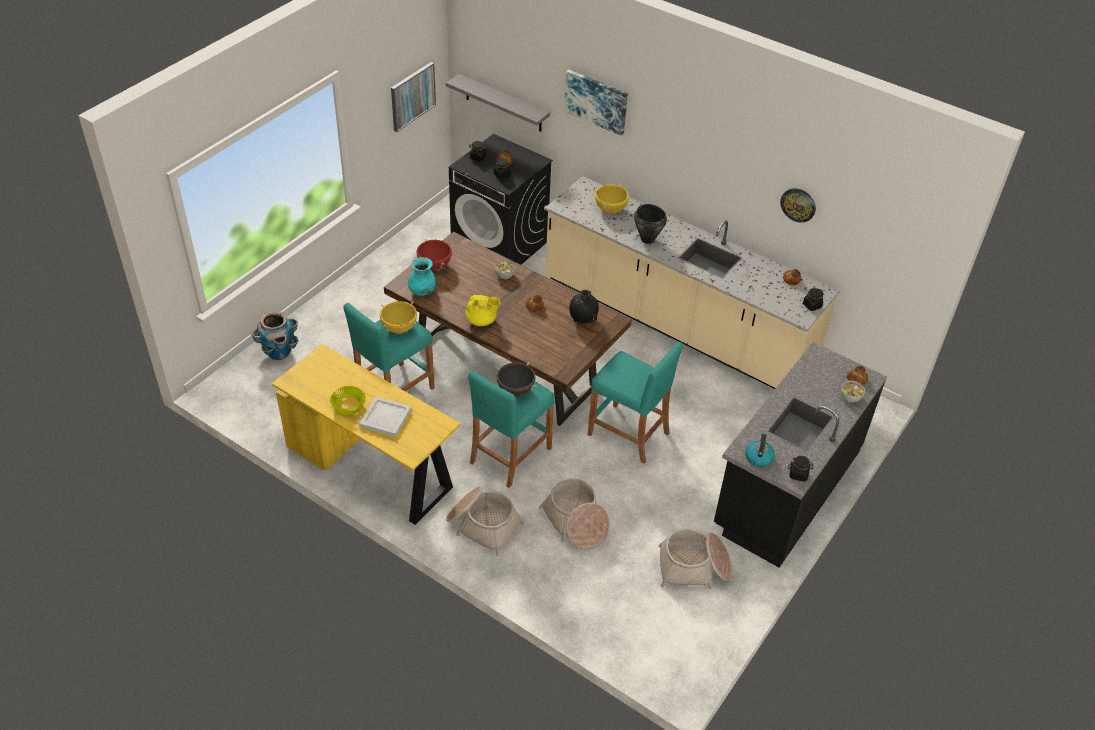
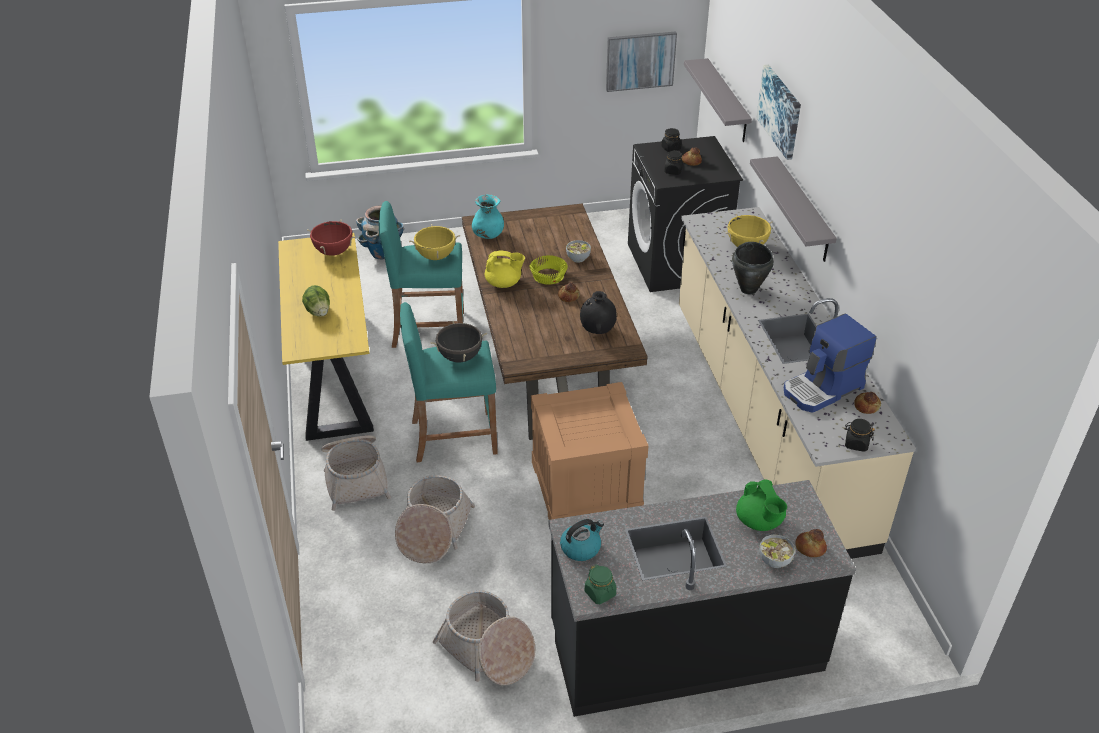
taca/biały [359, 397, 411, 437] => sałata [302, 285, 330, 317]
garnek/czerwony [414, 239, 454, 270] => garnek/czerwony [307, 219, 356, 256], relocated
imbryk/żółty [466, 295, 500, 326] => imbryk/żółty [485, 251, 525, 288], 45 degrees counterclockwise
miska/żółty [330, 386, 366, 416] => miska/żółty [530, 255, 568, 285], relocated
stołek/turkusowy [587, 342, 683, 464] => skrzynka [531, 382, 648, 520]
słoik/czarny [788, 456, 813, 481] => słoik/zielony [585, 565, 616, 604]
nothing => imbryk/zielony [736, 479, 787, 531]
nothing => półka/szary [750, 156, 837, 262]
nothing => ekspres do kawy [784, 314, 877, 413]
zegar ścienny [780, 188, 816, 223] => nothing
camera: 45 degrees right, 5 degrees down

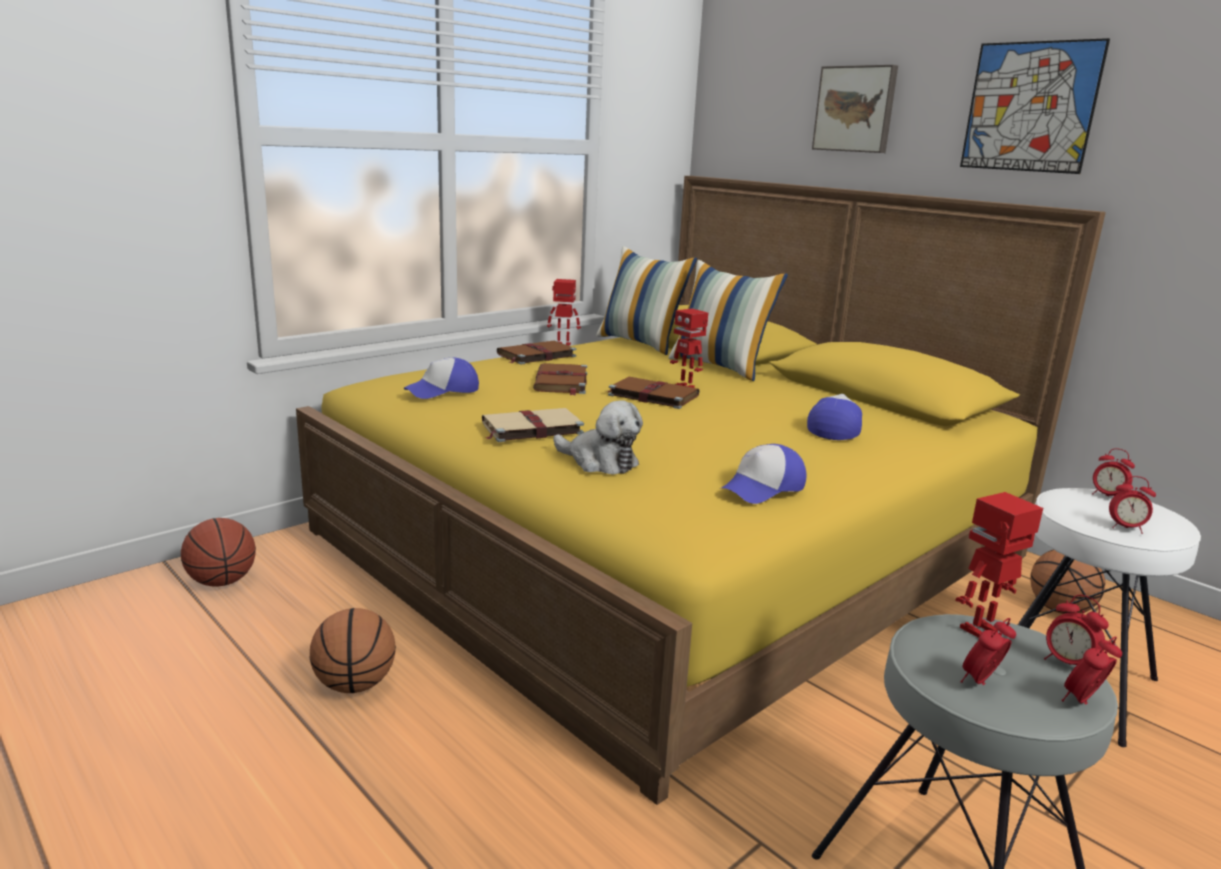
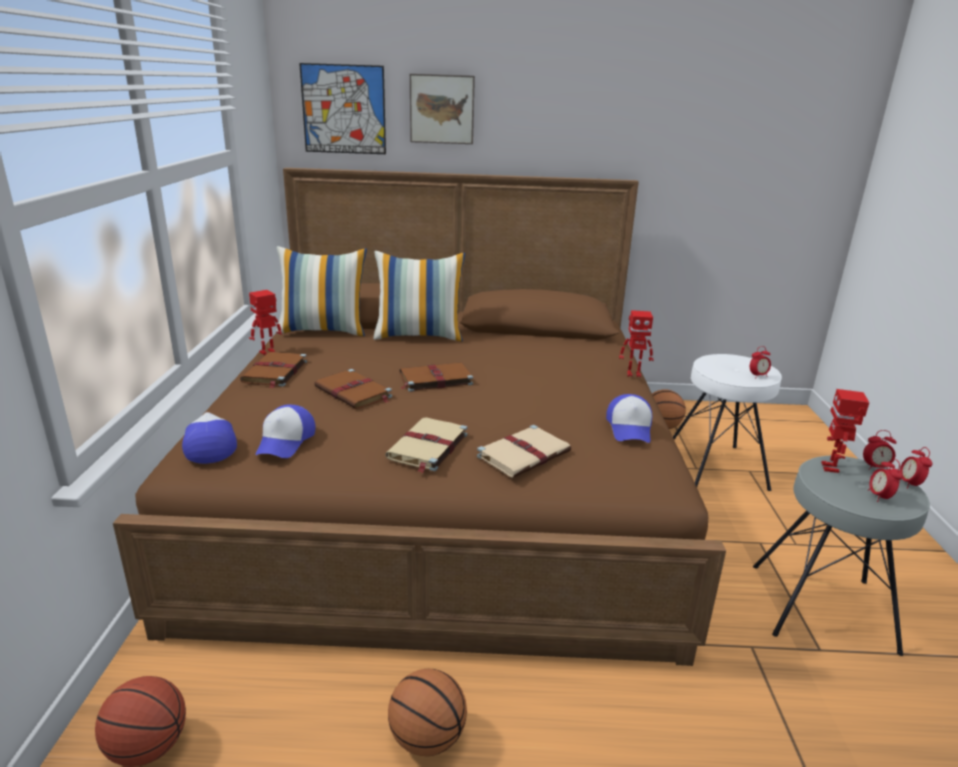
łóżko/żółty [296, 176, 1106, 805] => łóżko/brązowy [113, 168, 726, 666]
czapka z daszkiem [807, 394, 862, 440] => czapka z daszkiem [182, 412, 237, 464], relocated
obraz [960, 38, 1110, 174] => obraz [299, 63, 386, 154], relocated
pluszak [553, 400, 643, 474] => książka/beżowy [477, 425, 571, 478]
robot zabawkowy [670, 309, 708, 388] => robot zabawkowy [619, 310, 654, 377], relocated
budzik [1092, 448, 1135, 496] => nothing
camera: 45 degrees left, 5 degrees up

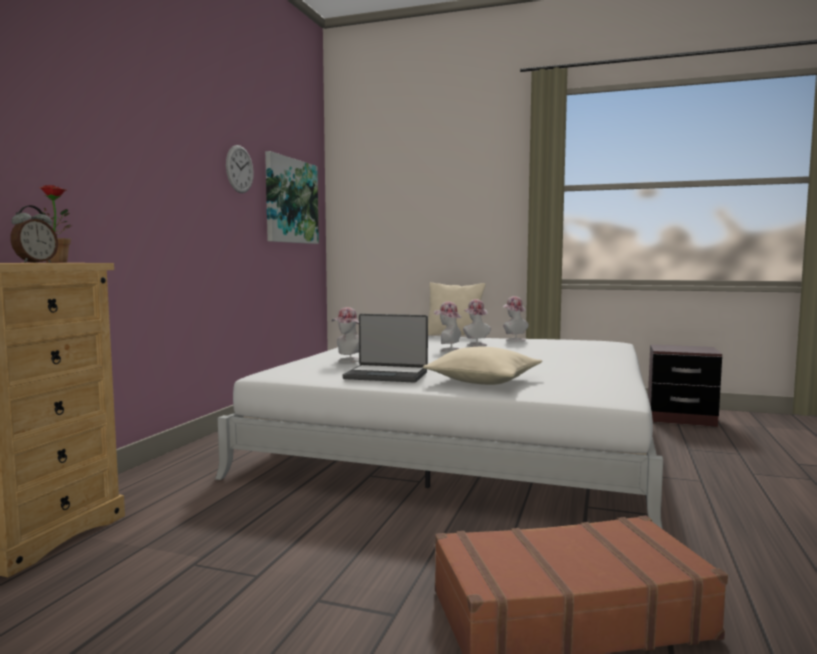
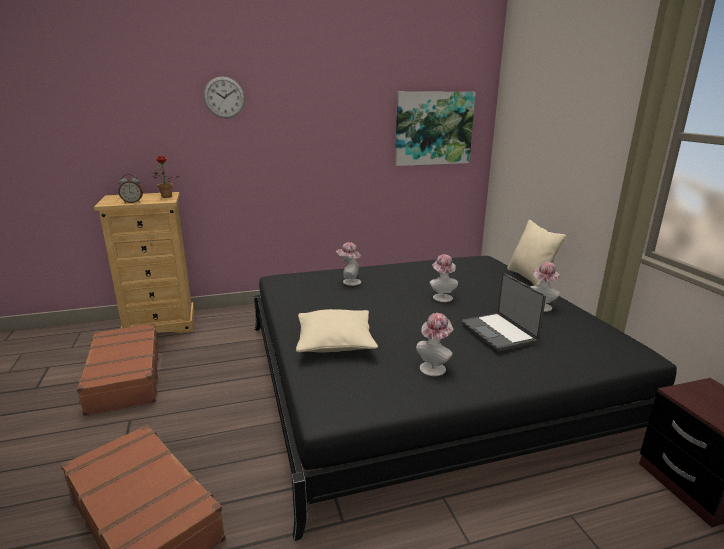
nothing => walizka/brązowy [77, 323, 159, 416]
zegar ścienny [226, 145, 254, 193] => zegar ścienny [204, 76, 245, 118], relocated
łóżko/biały [215, 336, 663, 529] => łóżko/czarny [254, 256, 677, 541]
kapelusz [463, 299, 491, 347] => kapelusz [416, 313, 453, 376], relocated
laptop [343, 314, 428, 383] => laptop [461, 273, 546, 351], relocated
camera: 55 degrees right, 15 degrees up

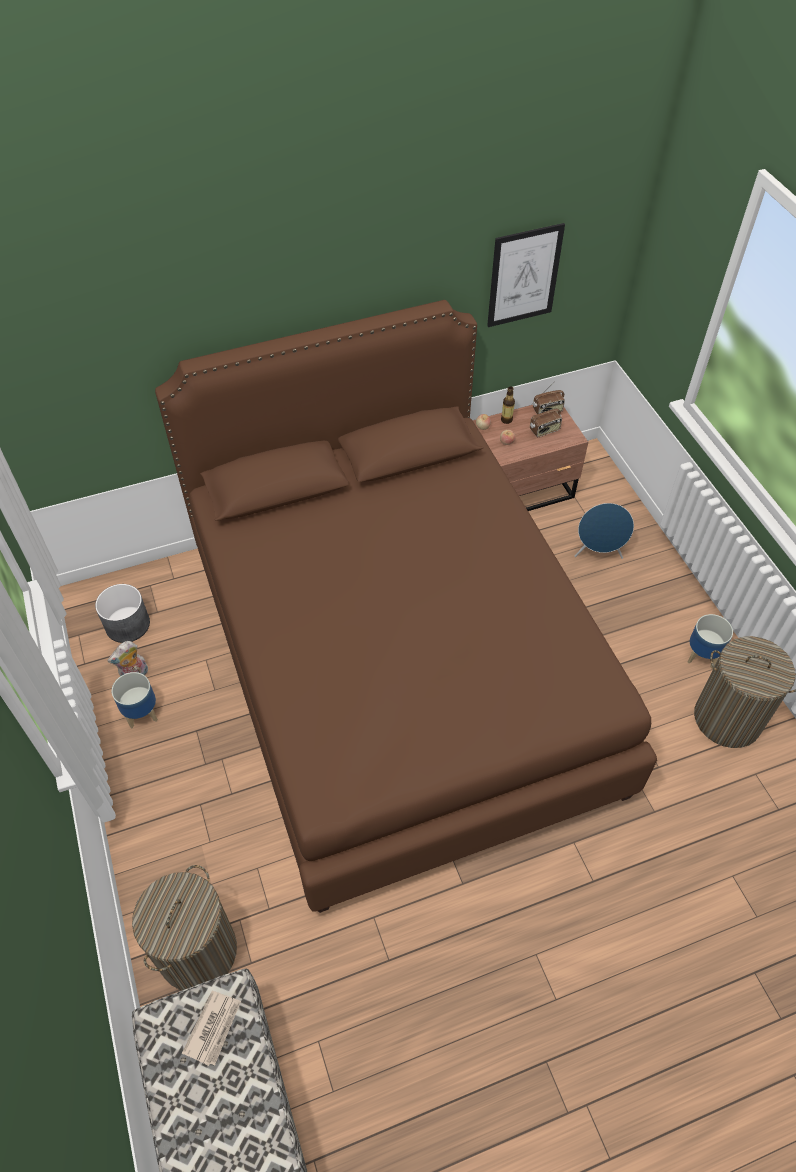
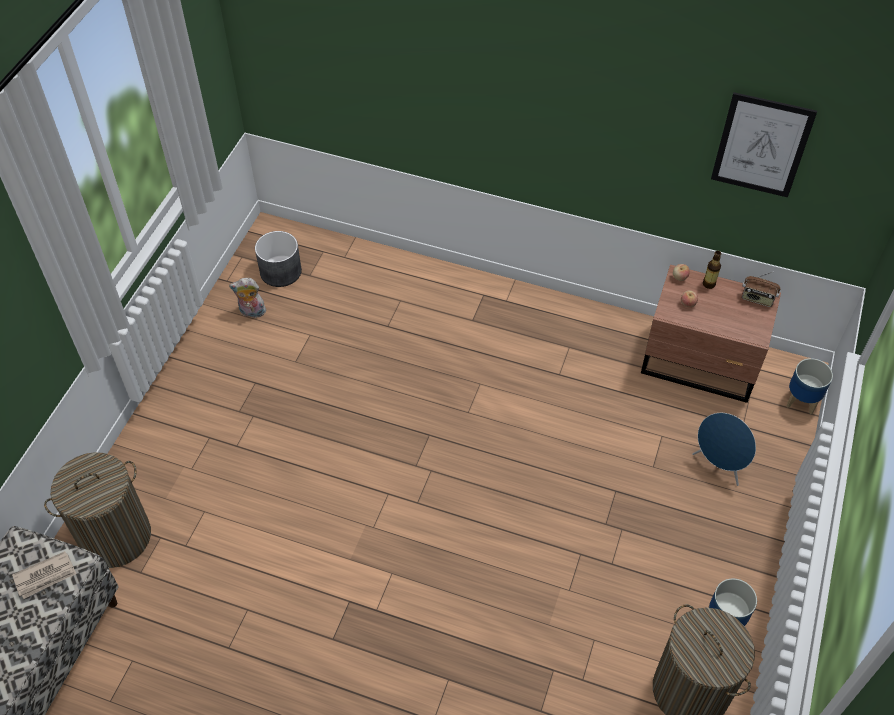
donica [112, 672, 158, 728] => donica [786, 358, 833, 415], relocated
łóżko/brązowy [155, 300, 657, 913] => nothing
radio [530, 401, 562, 437] => nothing
camera: 40 degrees right, 0 degrees up

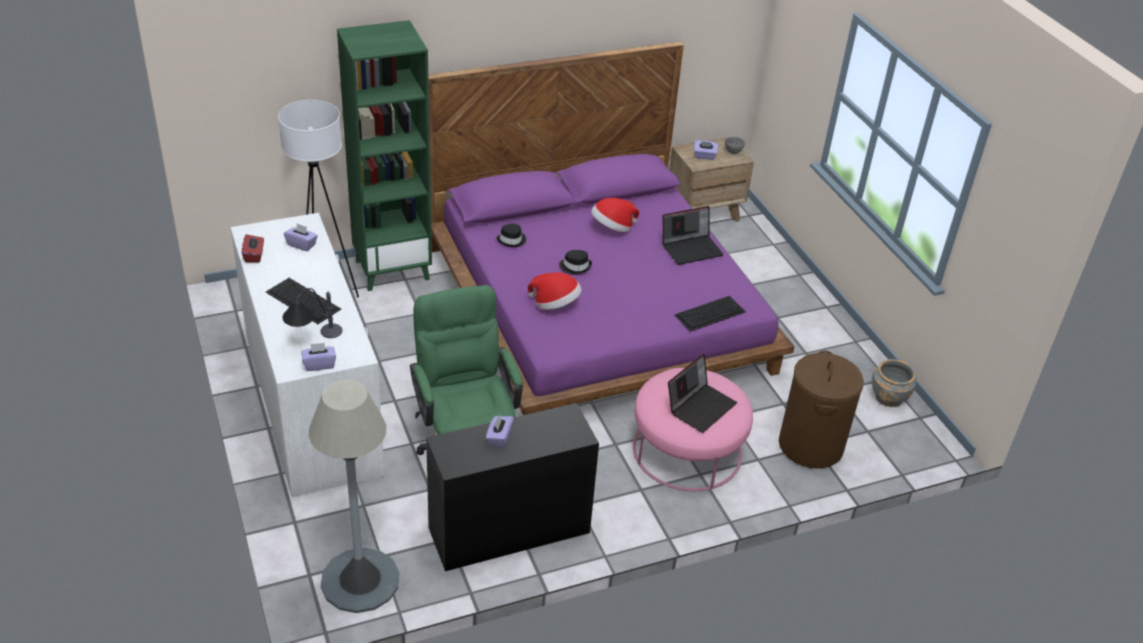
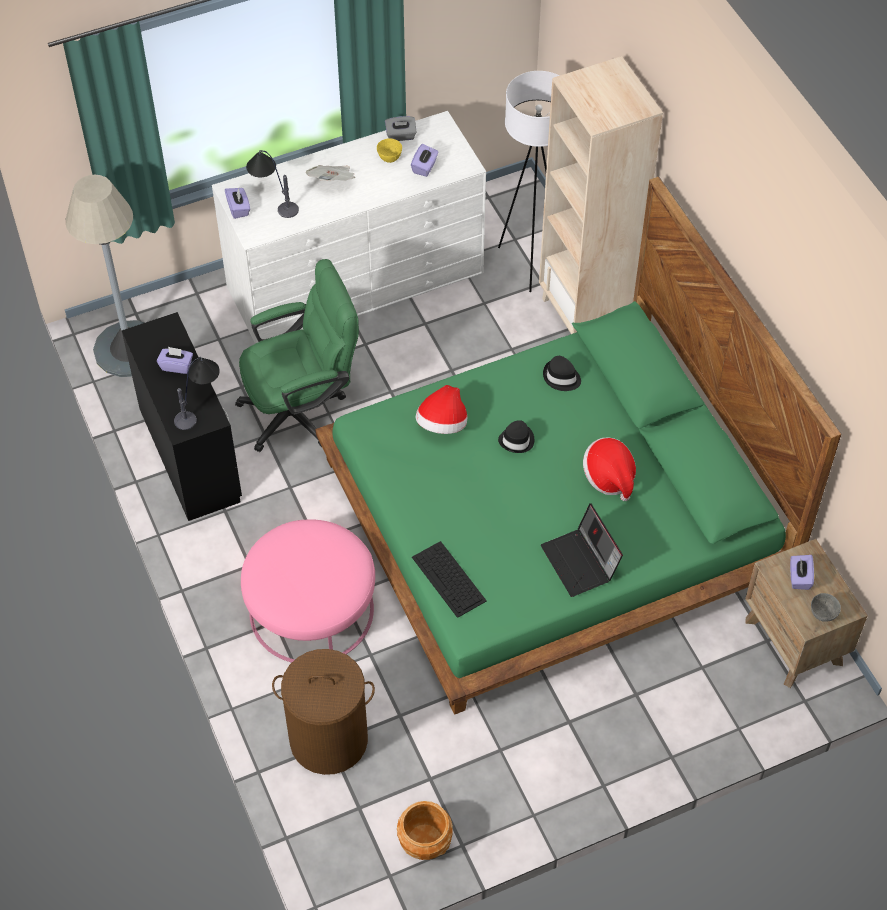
nothing => lampa stołowa [174, 357, 220, 430]
klawiatura [266, 278, 341, 324] => gazeta [306, 165, 355, 181]
łóżko/fioletowy [428, 41, 795, 415] => łóżko/zielony [315, 177, 841, 715]
nothing => miska/żółty [377, 138, 402, 163]
pudełko chusteczek/czerwony [242, 234, 264, 262] => pudełko chusteczek/szary [385, 116, 417, 141]
donica/szary [872, 359, 917, 407] => donica/brązowy [397, 801, 453, 860]
regał/zielony [337, 20, 432, 291] => regał/beżowy [539, 56, 663, 334]
laptop [668, 354, 737, 433] => nothing
camera: 90 degrees right, 15 degrees up

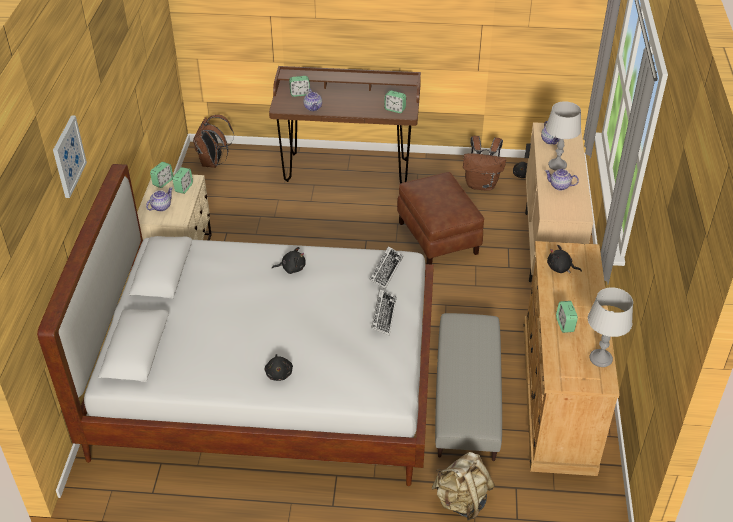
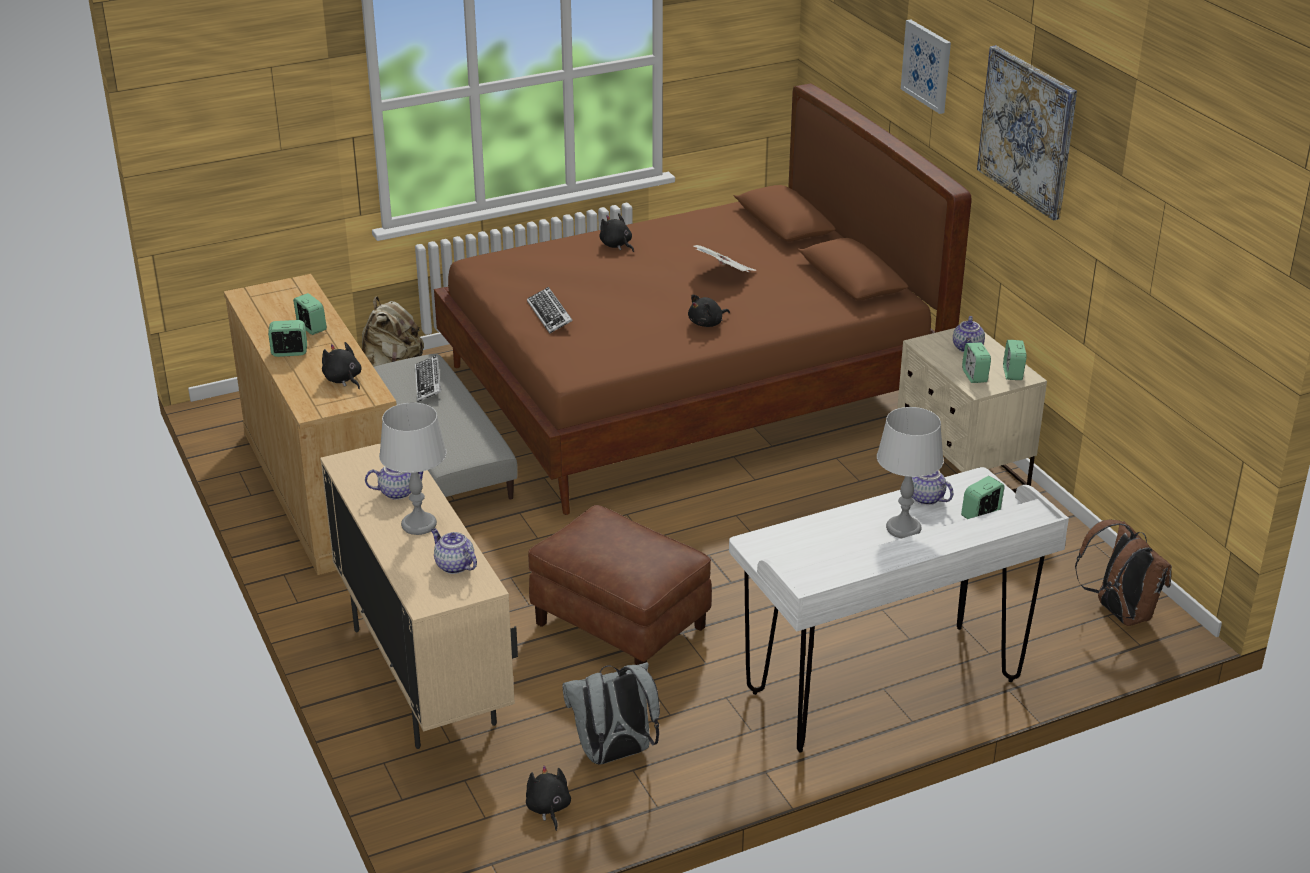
budzik [384, 90, 406, 113] => budzik [268, 320, 307, 357], relocated
pluszak/czarny [547, 245, 582, 273] => pluszak/czarny [322, 342, 361, 389], 120 degrees counterclockwise
klawiatura [369, 246, 404, 289] => klawiatura [415, 355, 442, 402], relocated
łóżko/biały [37, 164, 434, 486] => łóżko/brązowy [434, 83, 972, 515]
plecak/brązowy [463, 136, 506, 191] => plecak/szary [562, 662, 660, 764]
nothing => gazeta [693, 245, 756, 272]
biurko/brązowy [269, 66, 421, 184] => biurko/biały [729, 467, 1069, 753]
lampa stołowa/szary [588, 287, 633, 367] => lampa stołowa/szary [877, 407, 944, 538], relocated
nothing => obraz [977, 45, 1077, 221]
camera: 150 degrees right, 10 degrees down

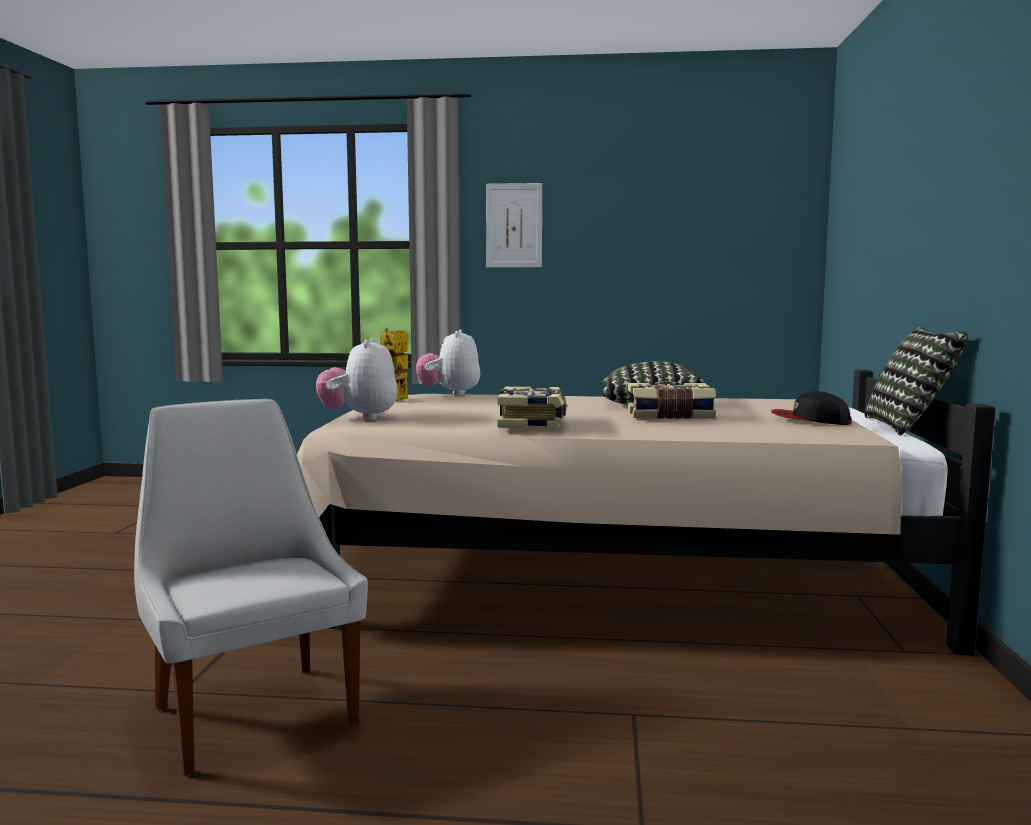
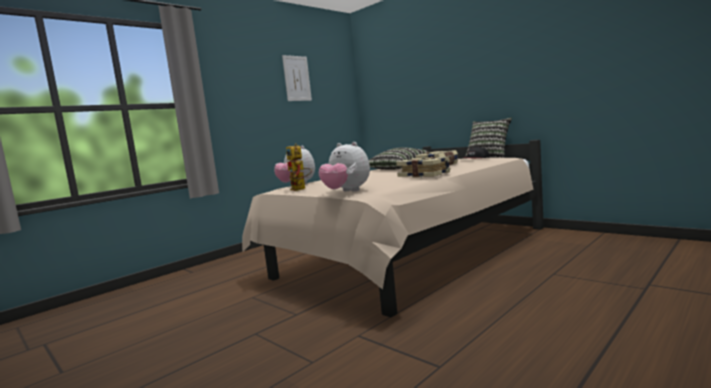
obraz [486, 183, 542, 268] => obraz [282, 55, 312, 101], relocated
krzesło/biały [134, 399, 368, 776] => nothing
camera: 50 degrees left, 0 degrees up

